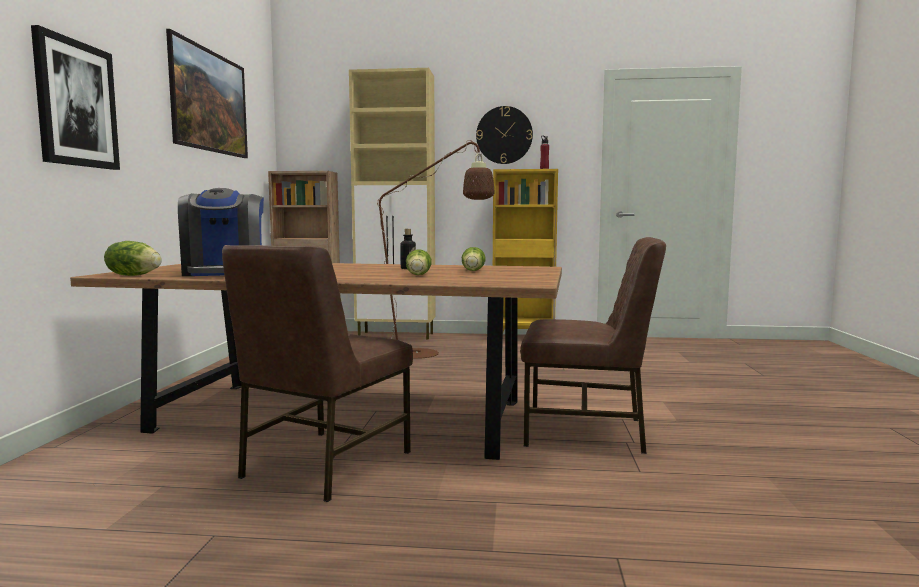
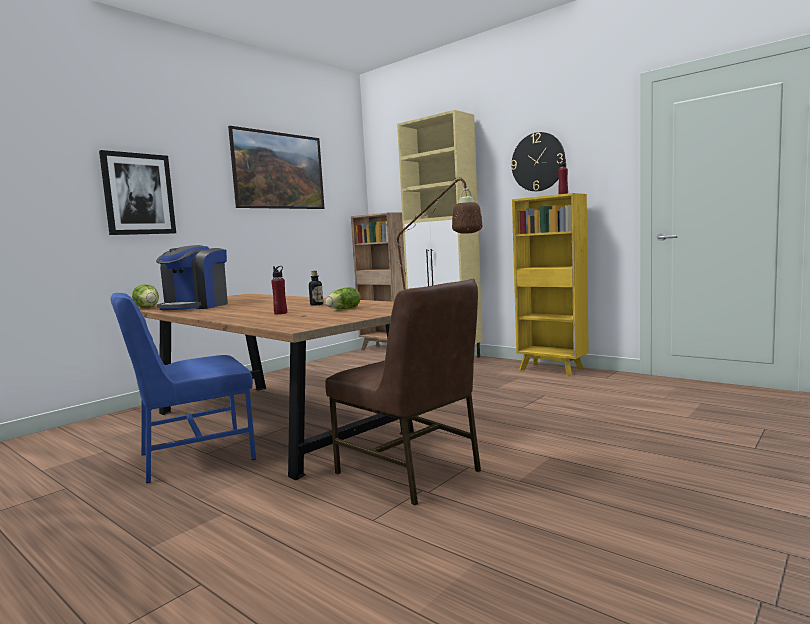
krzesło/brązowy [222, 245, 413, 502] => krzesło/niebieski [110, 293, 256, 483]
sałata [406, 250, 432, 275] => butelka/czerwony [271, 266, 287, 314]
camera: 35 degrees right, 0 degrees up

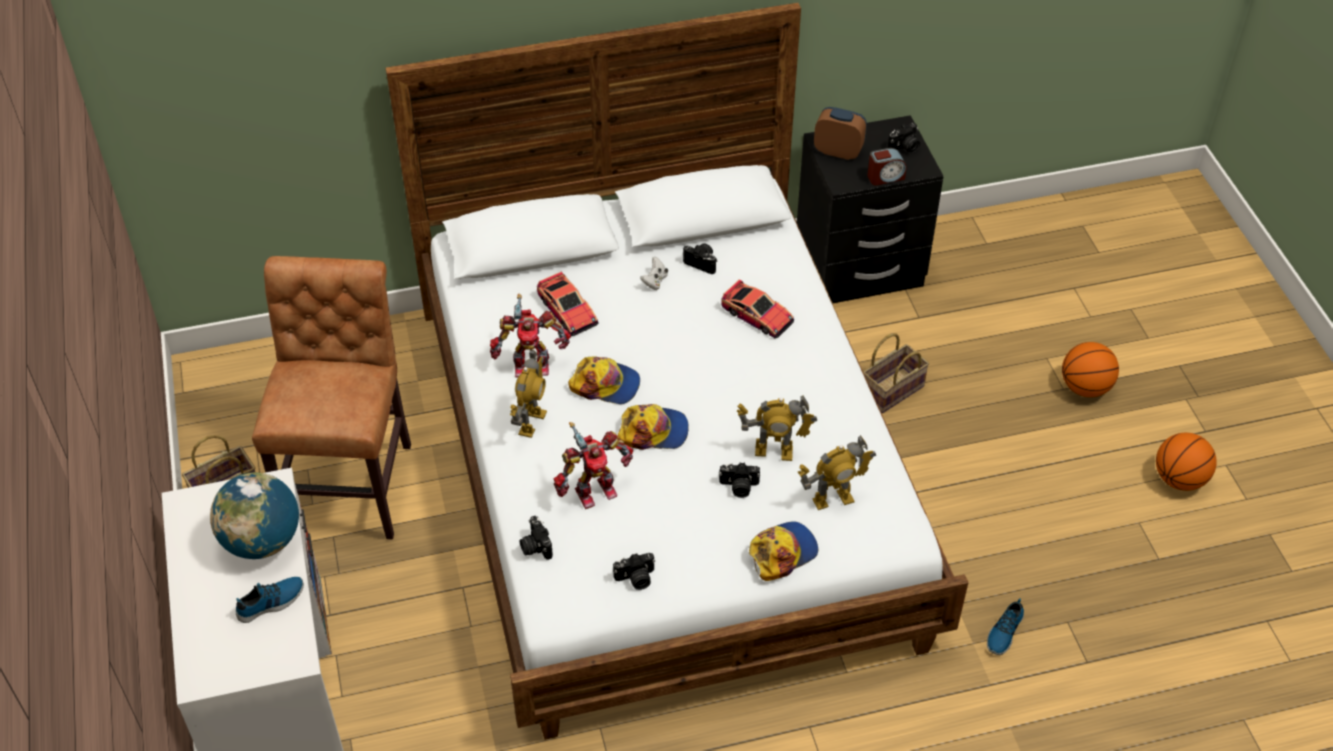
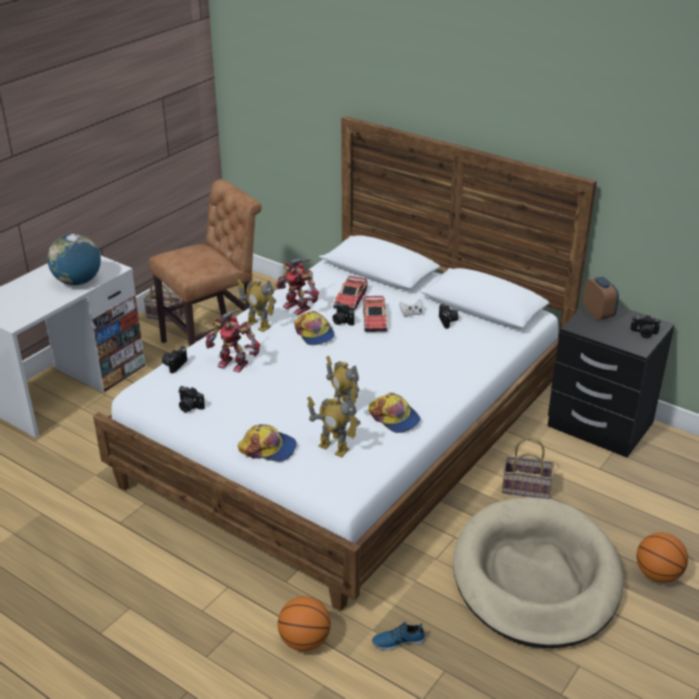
robot zabawkowy [510, 350, 547, 438] => robot zabawkowy [237, 279, 276, 332], 60 degrees clockwise
piłka do koszykówki [1156, 433, 1217, 491] => piłka do koszykówki [278, 596, 331, 651], relocated
aparat fotograficzny [719, 462, 760, 498] => aparat fotograficzny [333, 302, 354, 326], relocated
samochodzik [721, 279, 794, 338] => samochodzik [363, 296, 388, 332], relocated
czapka z daszkiem [618, 404, 689, 450] => czapka z daszkiem [369, 392, 420, 433], relocated
nothing => legowisko/beżowy [453, 497, 623, 649]
but [236, 577, 304, 623] => nothing
budzik [867, 148, 906, 185] => nothing
camera: 50 degrees right, 15 degrees down

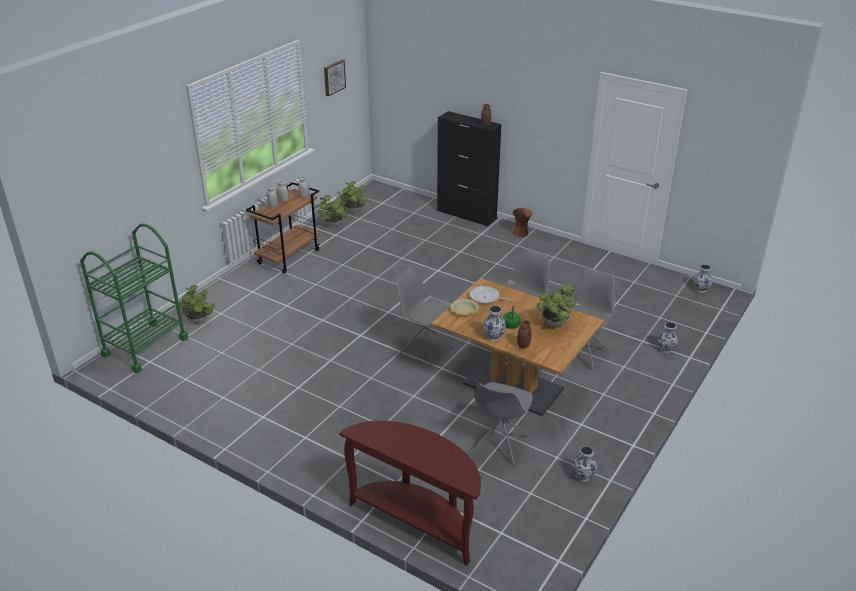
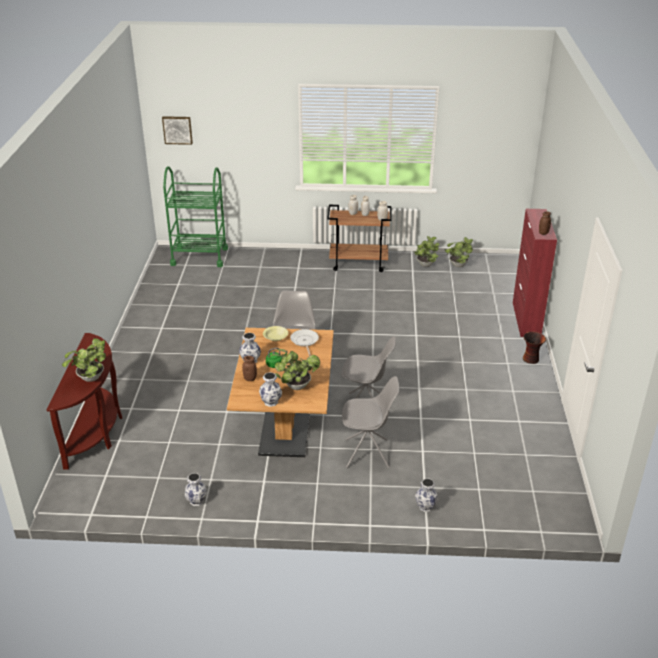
roślina doniczkowa [179, 285, 214, 324] => roślina doniczkowa [62, 338, 106, 382], relocated
obraz [324, 60, 346, 96] => obraz [162, 116, 193, 145], relocated
wazon [694, 264, 712, 293] => wazon [259, 372, 282, 407], relocated
szafka/czarny [437, 111, 502, 226] => szafka/czerwony [513, 209, 557, 337]
krzesło/szary [470, 382, 533, 466] => nothing
camera: 60 degrees right, 0 degrees up

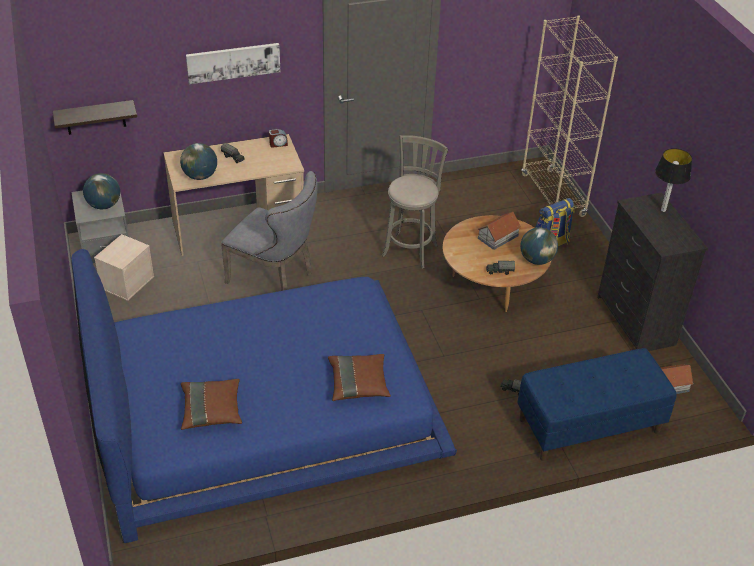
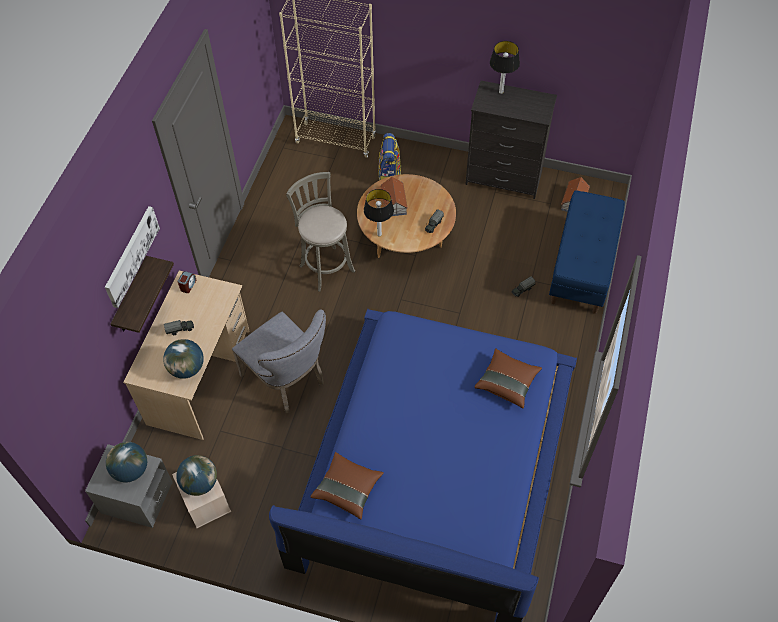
półka [53, 100, 137, 135] => półka [110, 256, 174, 333], relocated
globus [520, 227, 558, 265] => globus [176, 455, 217, 496], relocated
krzesło/szary [221, 171, 318, 291] => krzesło/szary [232, 310, 326, 413], 75 degrees clockwise
poduszka/brązowy [181, 379, 242, 430] => poduszka/brązowy [310, 452, 384, 520], relocated
nothing => lampa stołowa [364, 189, 394, 237]
camera: 55 degrees left, 15 degrees up

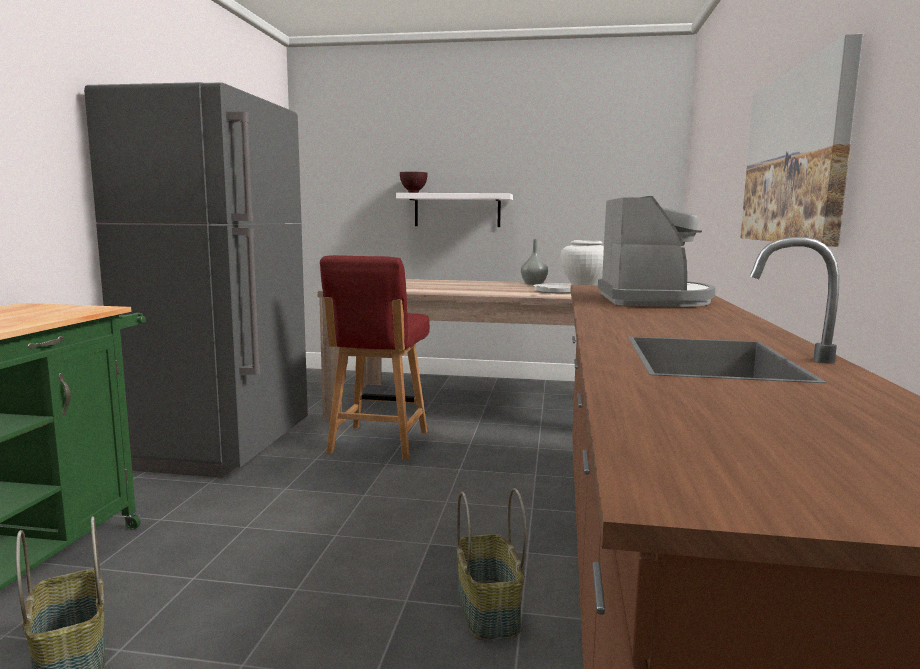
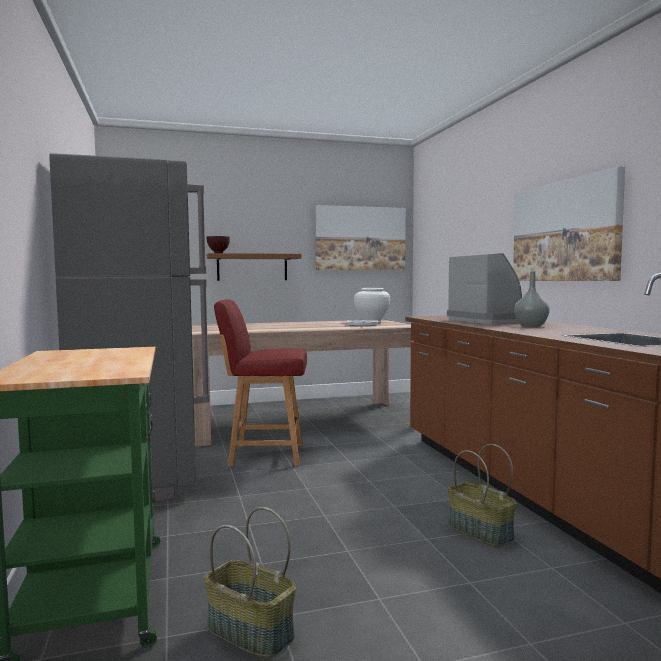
półka/biały [396, 193, 513, 227] => półka/brązowy [207, 253, 301, 281]
krzesło/czerwony [320, 255, 430, 460] => krzesło/czerwony [214, 299, 307, 466], 105 degrees clockwise
nothing => obraz [315, 205, 406, 270]
wazon/szary [521, 239, 548, 285] => wazon/szary [514, 271, 550, 327], relocated
camera: 25 degrees left, 5 degrees down

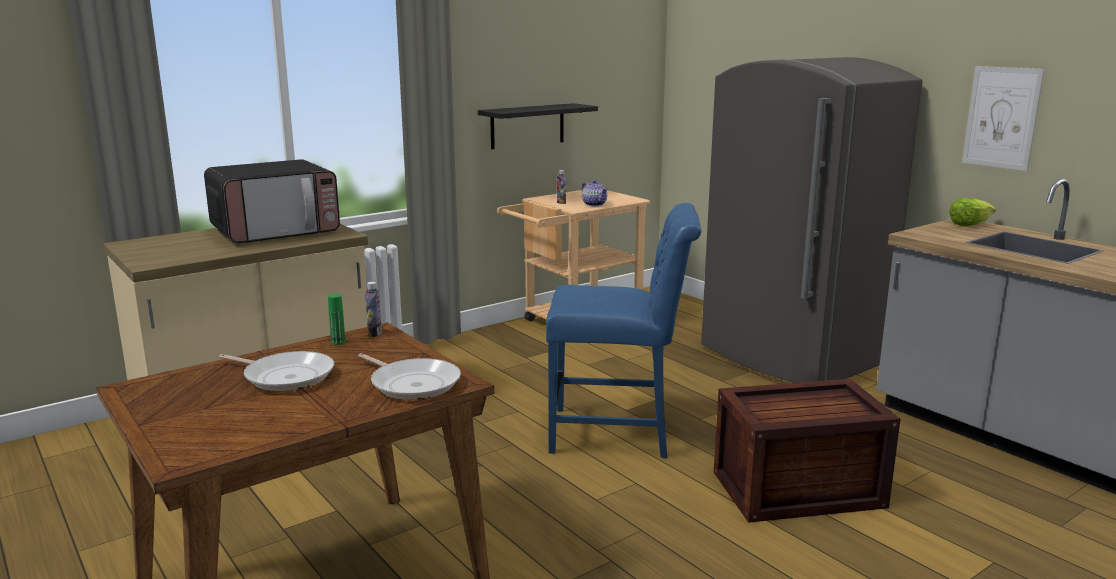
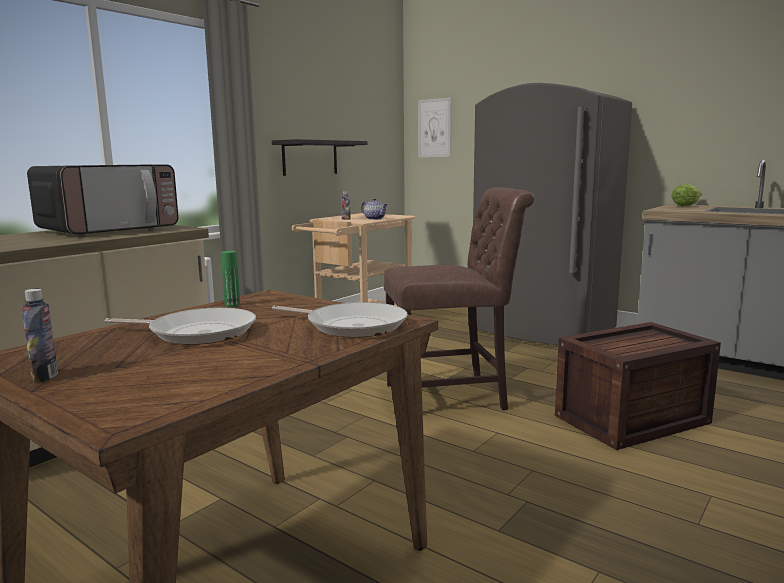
butelka [365, 282, 382, 337] => butelka [21, 289, 58, 382], relocated
krzesło/niebieski [546, 203, 701, 458] => krzesło/brązowy [384, 187, 534, 410]
obraz [962, 66, 1045, 171] => obraz [418, 97, 451, 157], relocated
camera: 15 degrees left, 5 degrees down

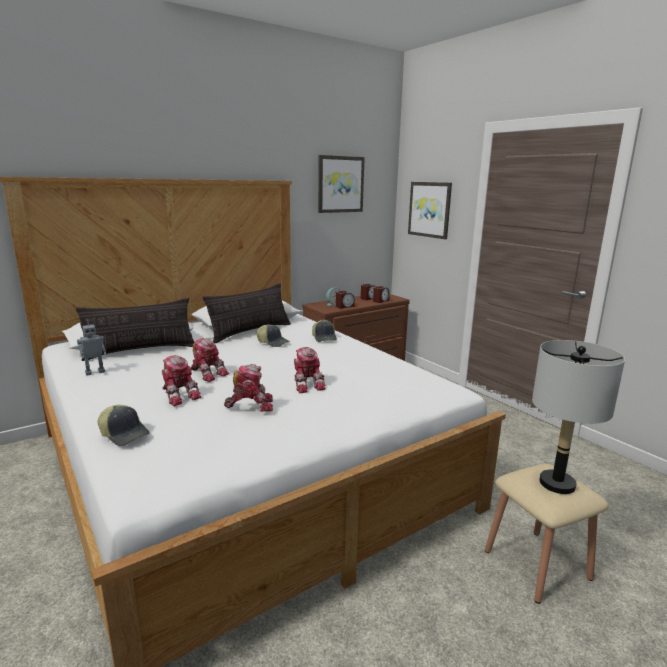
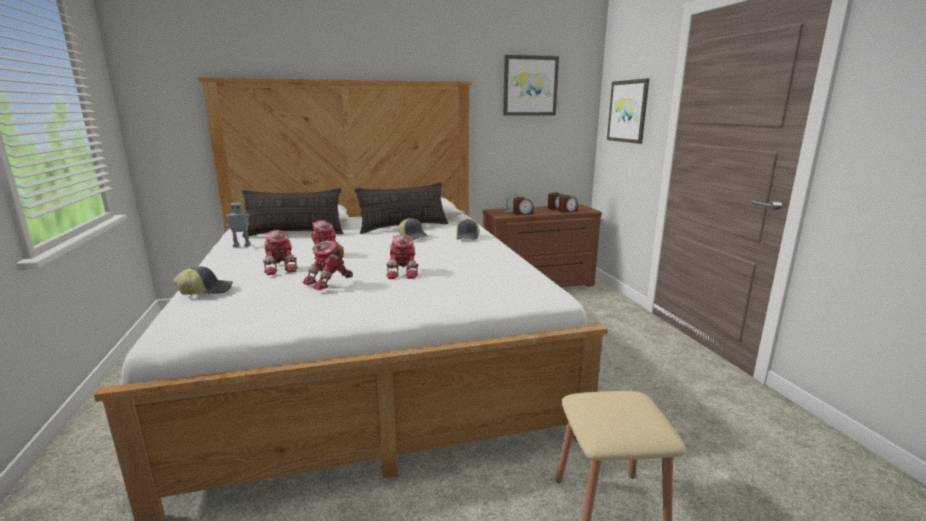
czapka z daszkiem [98, 405, 150, 446] => czapka z daszkiem [173, 266, 233, 295], 75 degrees counterclockwise
robot zabawkowy [224, 364, 273, 412] => robot zabawkowy [302, 241, 353, 290], 120 degrees clockwise
lampa stołowa/szary [532, 340, 625, 494] => nothing
camera: 20 degrees right, 0 degrees up

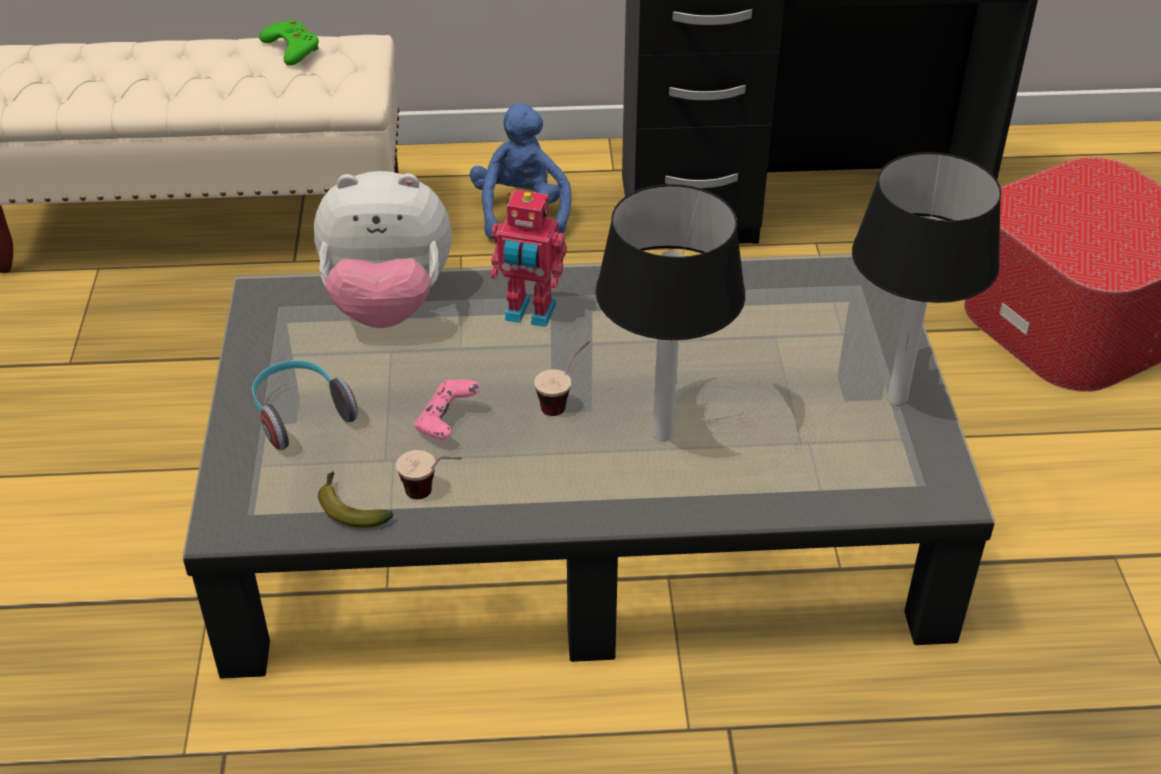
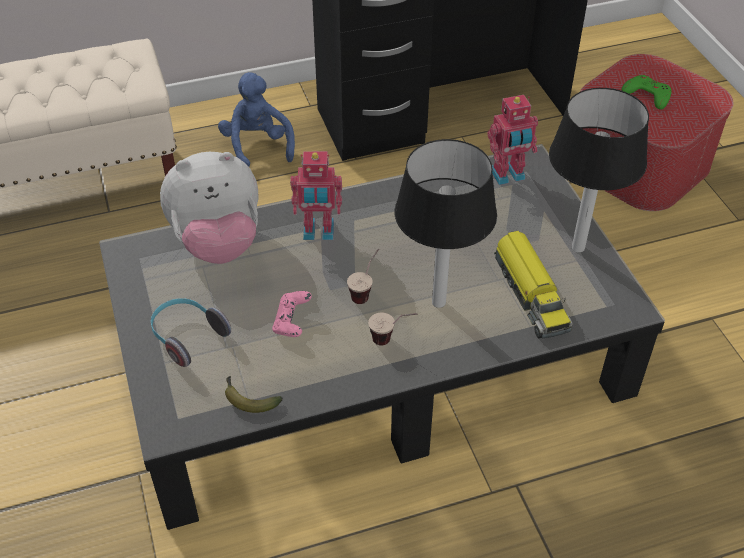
filiżanka [396, 450, 462, 499] => filiżanka [368, 312, 417, 346], relocated
nothing => robot zabawkowy [487, 95, 538, 185]
nothing => ciężarówka zabawkowa [494, 231, 573, 338]
pad do gier/zielony [259, 20, 319, 66] => pad do gier/zielony [621, 75, 671, 109], relocated
camera: 15 degrees left, 5 degrees up

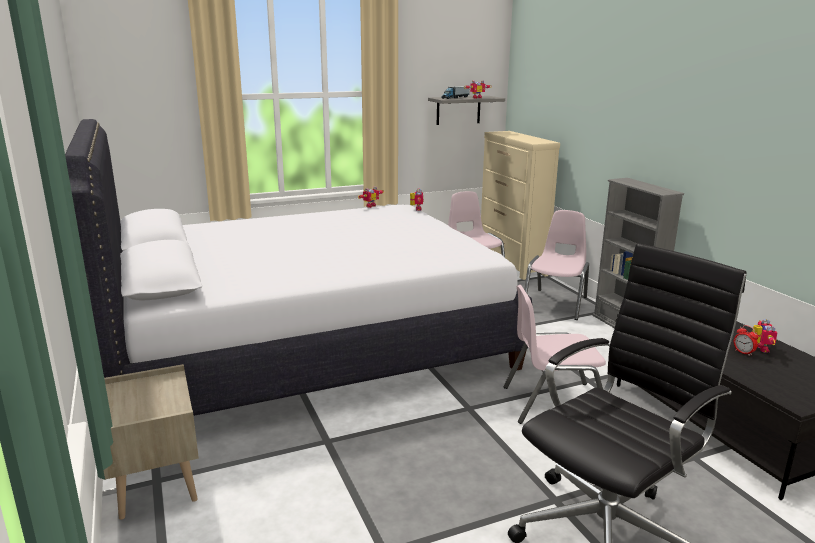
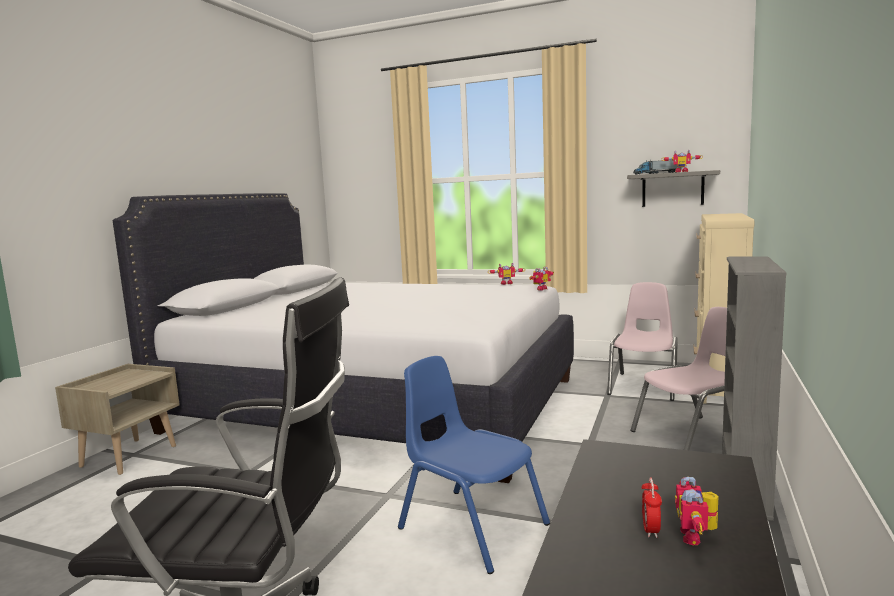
krzesło/różowy [503, 285, 606, 424] => krzesło/niebieski [398, 356, 550, 574]
robot zabawkowy [752, 319, 777, 353] => robot zabawkowy [675, 477, 718, 545], 135 degrees clockwise
camera: 45 degrees right, 10 degrees down

